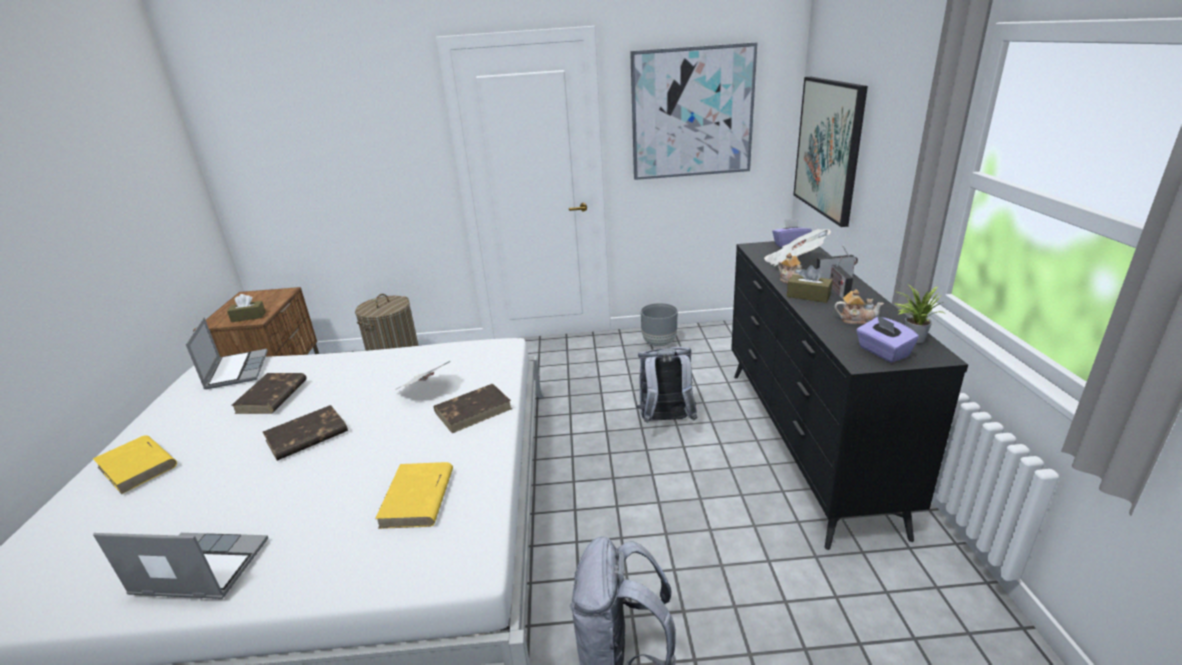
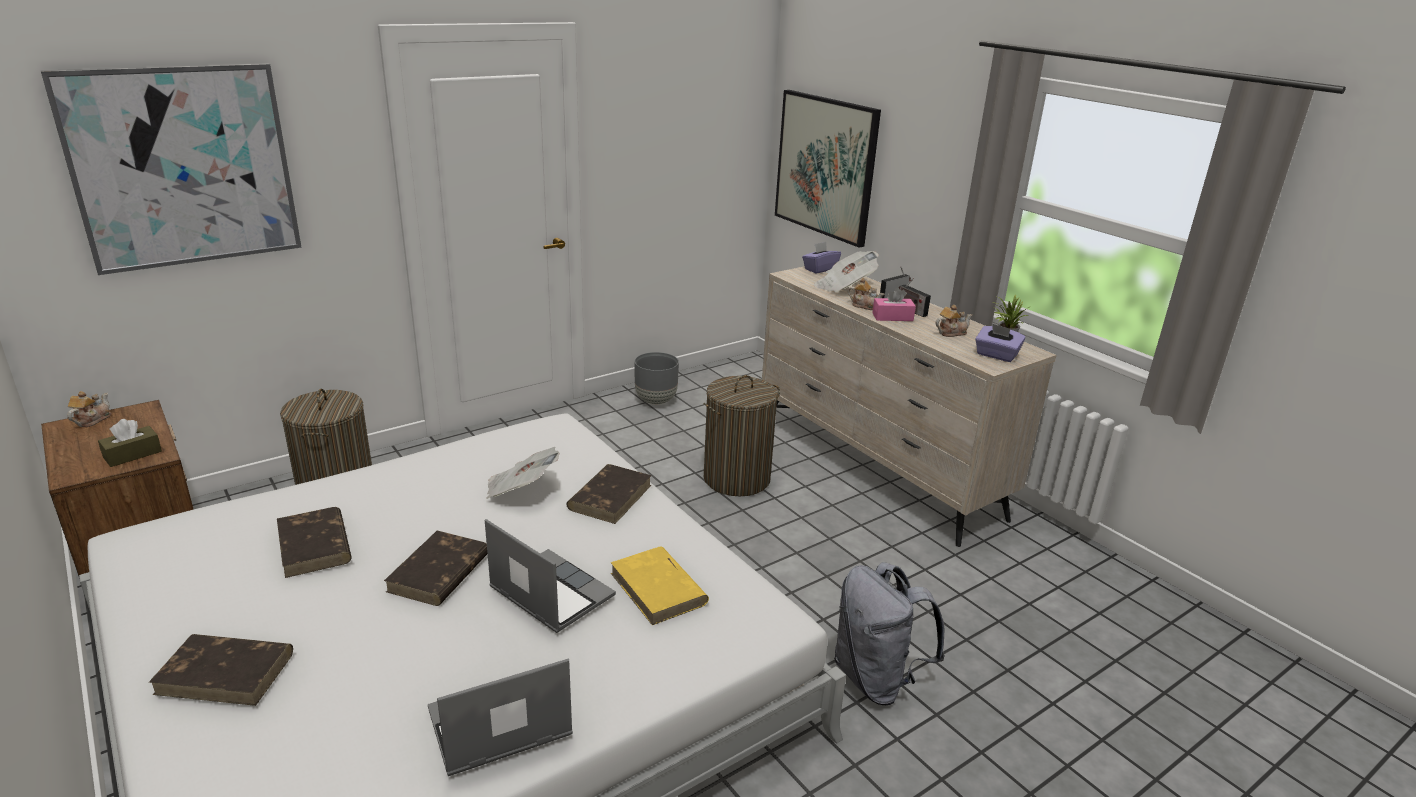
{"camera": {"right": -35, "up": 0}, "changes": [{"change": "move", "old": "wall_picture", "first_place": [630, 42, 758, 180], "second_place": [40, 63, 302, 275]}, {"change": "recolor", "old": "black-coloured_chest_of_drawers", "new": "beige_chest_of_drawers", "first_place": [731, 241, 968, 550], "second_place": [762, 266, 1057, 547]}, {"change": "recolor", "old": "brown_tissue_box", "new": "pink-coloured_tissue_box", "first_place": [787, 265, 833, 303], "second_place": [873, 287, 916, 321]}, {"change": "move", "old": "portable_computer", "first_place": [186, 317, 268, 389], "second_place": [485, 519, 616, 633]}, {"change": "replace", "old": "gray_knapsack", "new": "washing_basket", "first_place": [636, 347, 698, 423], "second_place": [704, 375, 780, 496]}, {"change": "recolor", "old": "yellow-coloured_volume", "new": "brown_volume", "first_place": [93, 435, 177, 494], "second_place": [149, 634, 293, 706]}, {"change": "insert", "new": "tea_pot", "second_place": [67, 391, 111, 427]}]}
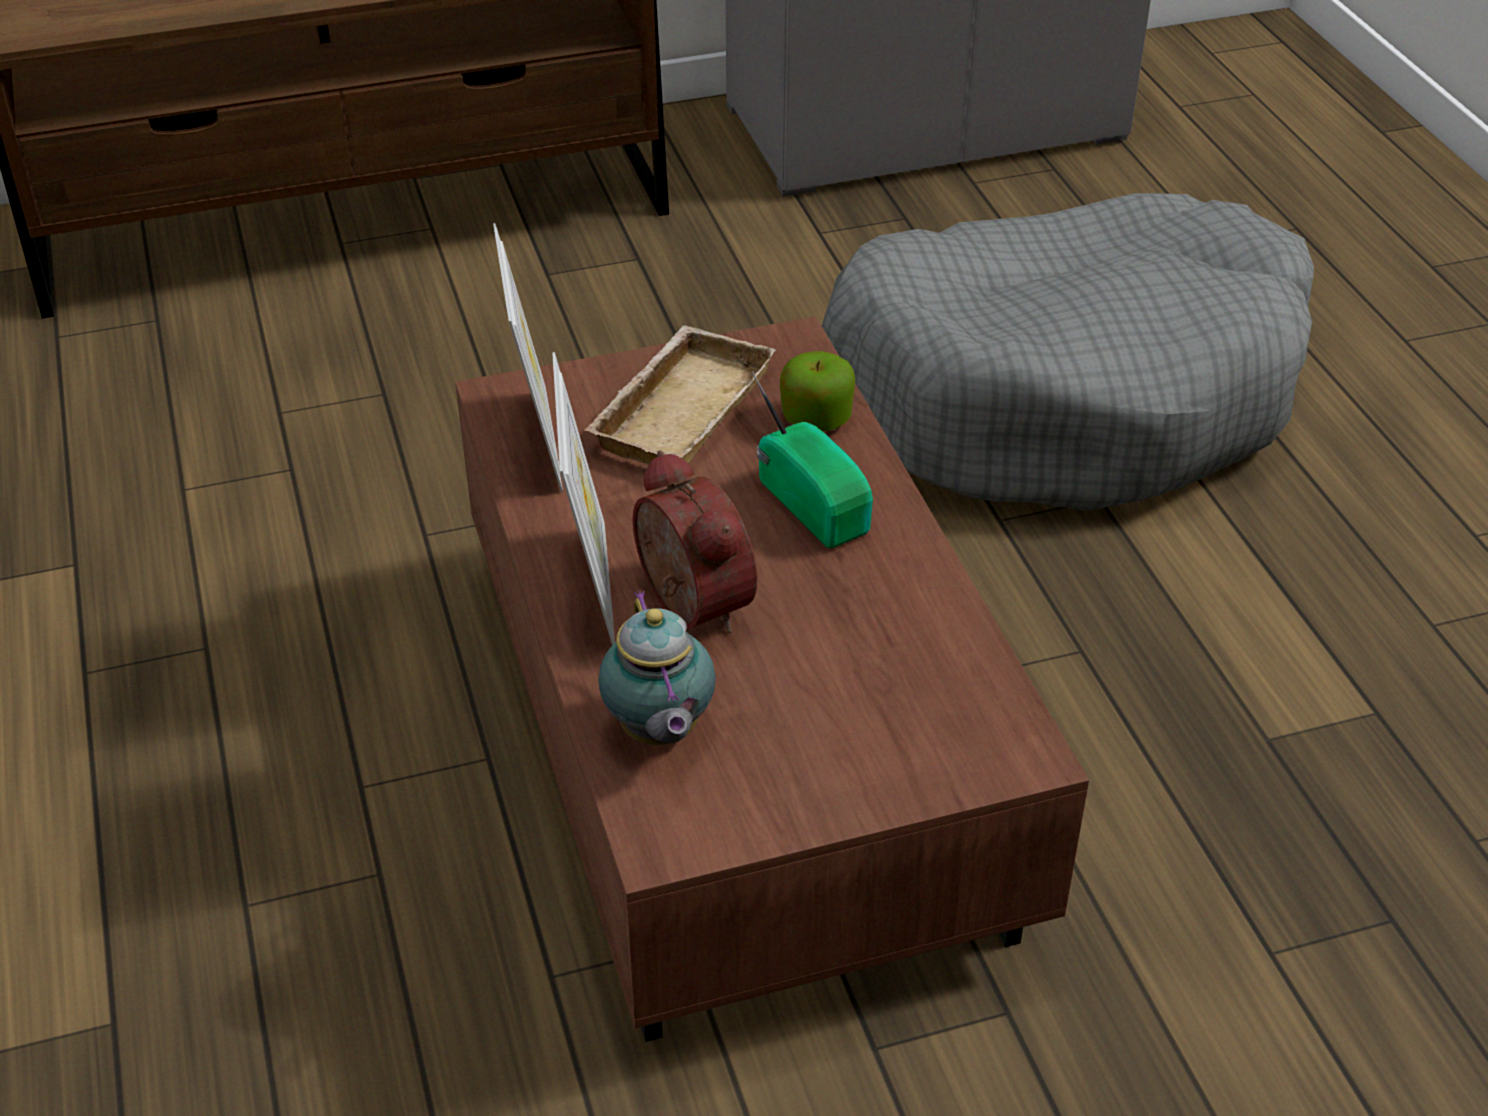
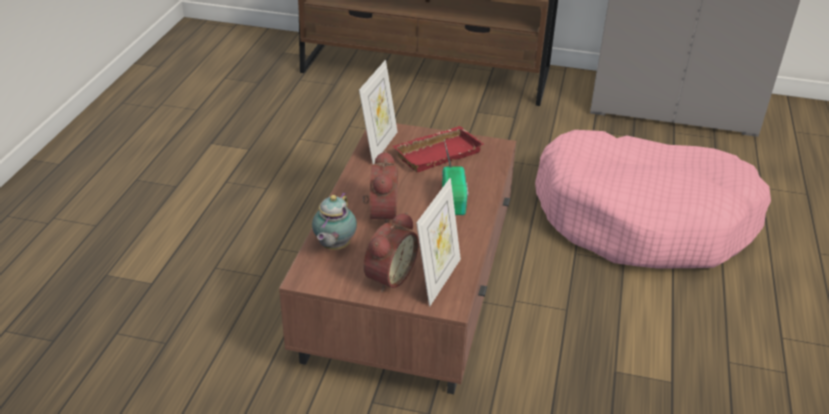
{"camera": {"right": 30, "up": -5}, "changes": [{"change": "recolor", "old": "gray_dog_bed", "new": "pink-coloured_dog_bed", "first_place": [822, 193, 1314, 511], "second_place": [535, 130, 771, 269]}, {"change": "recolor", "old": "beige_carrying_tray", "new": "red-coloured_carrying_tray", "first_place": [584, 325, 776, 464], "second_place": [393, 126, 484, 172]}, {"change": "delete", "old": "apple_fruit", "first_place": [780, 351, 855, 431]}, {"change": "move", "old": "picture_frame", "first_place": [552, 352, 615, 645], "second_place": [416, 178, 461, 306]}, {"change": "insert", "new": "alarm_clock", "second_place": [364, 212, 419, 293]}]}
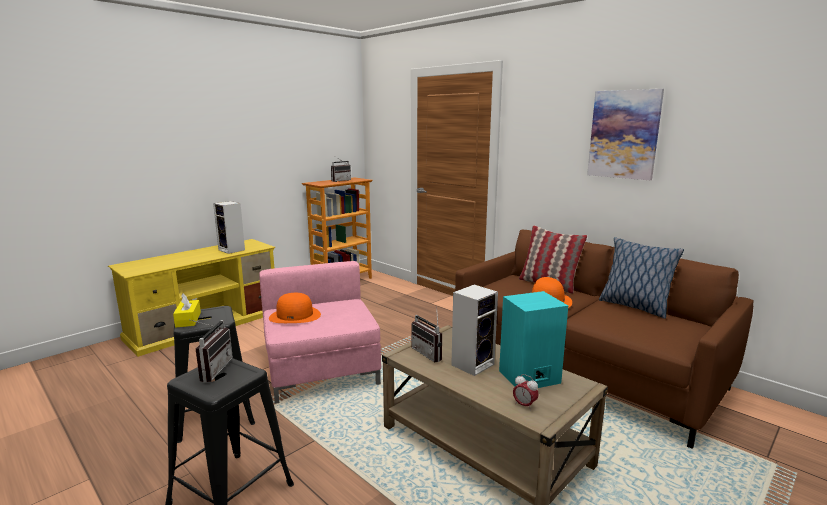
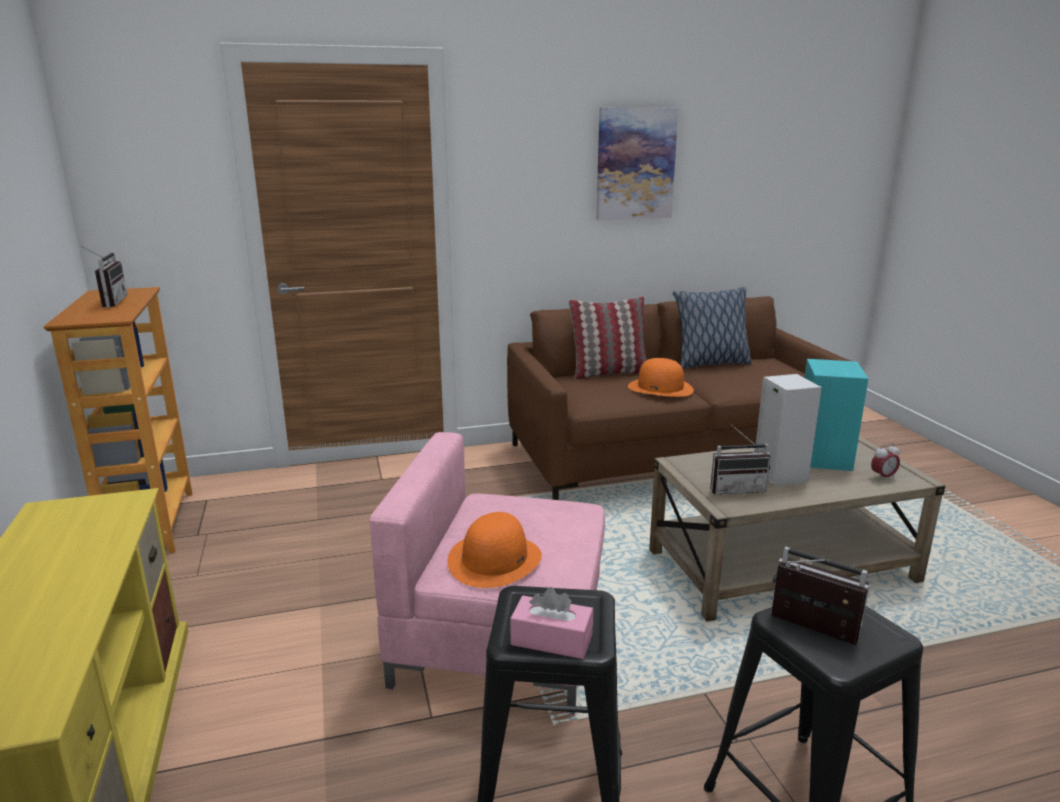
{"camera": {"right": -60, "up": 5}, "changes": [{"change": "delete", "old": "audio_speaker", "first_place": [213, 201, 245, 254]}, {"change": "recolor", "old": "yellow-coloured_tissue_box", "new": "pink-coloured_tissue_box", "first_place": [173, 293, 201, 328], "second_place": [510, 587, 593, 659]}]}
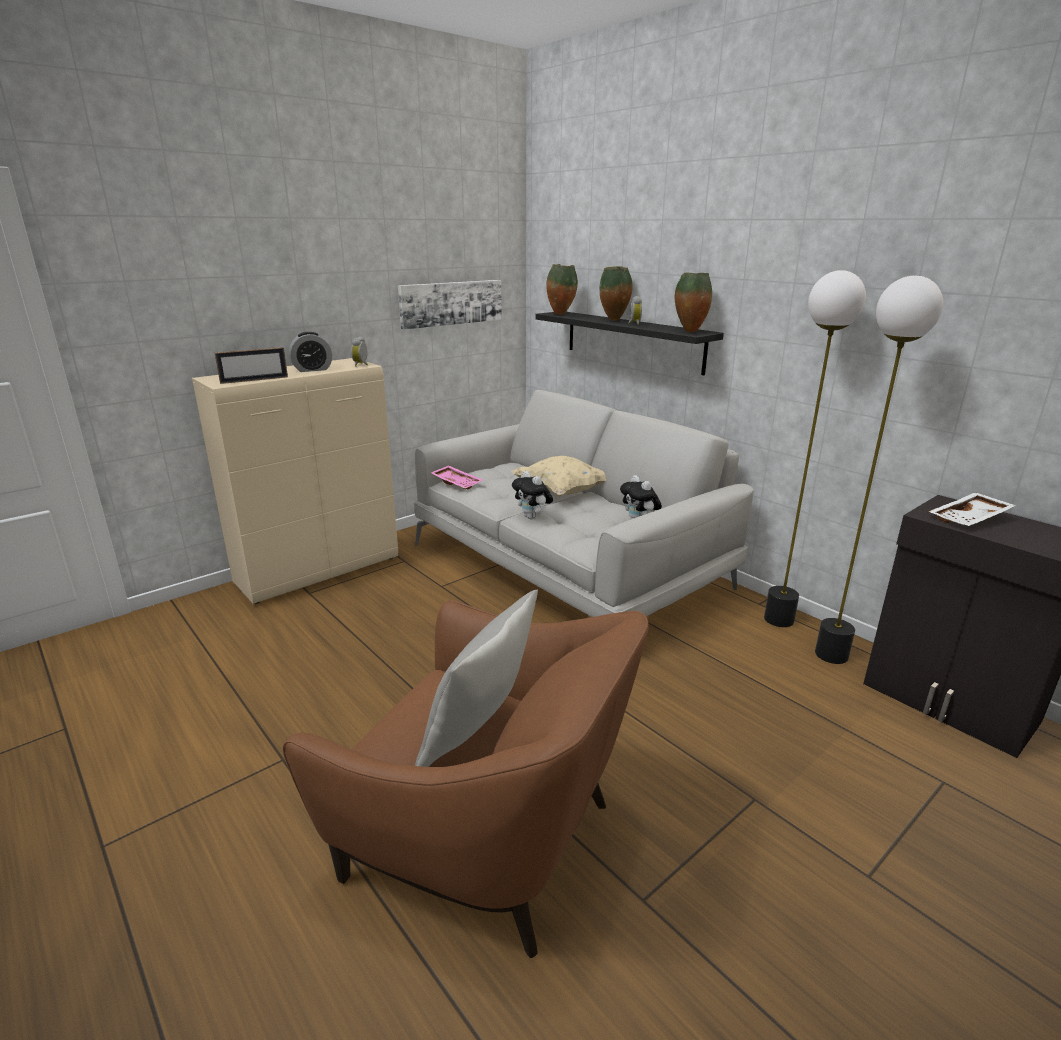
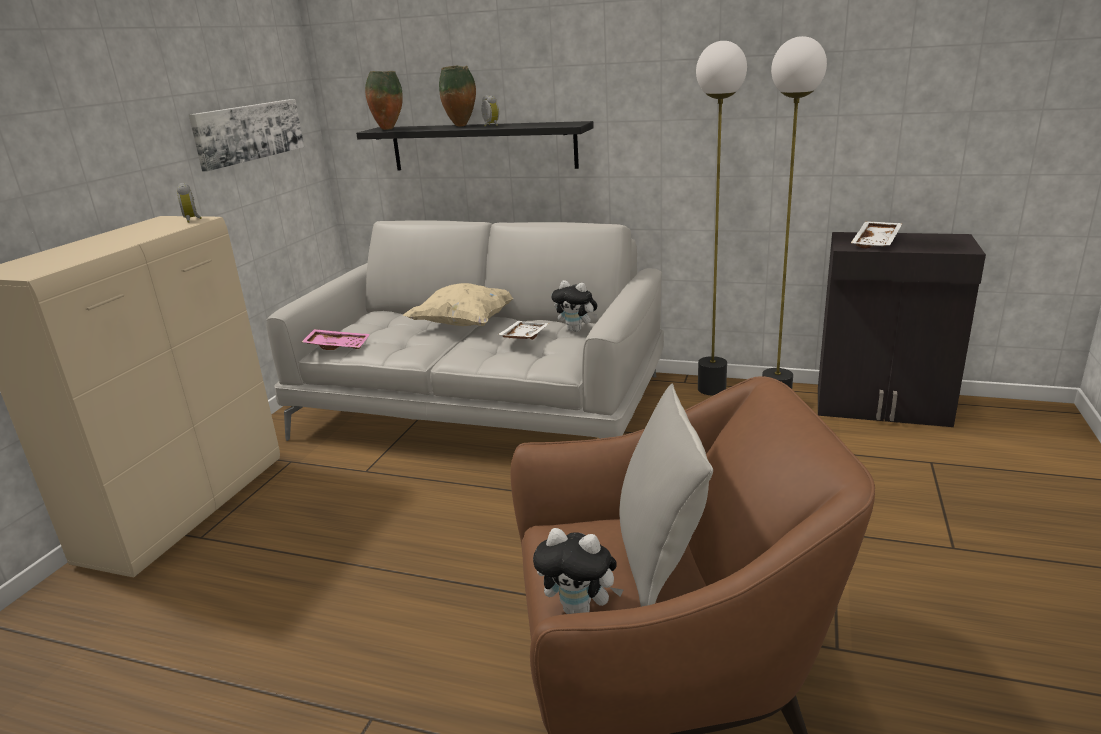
{"camera": {"right": -30, "up": 0}, "changes": [{"change": "delete", "old": "decorative_vase", "first_place": [675, 273, 712, 332]}, {"change": "delete", "old": "alarm_clock", "first_place": [289, 332, 332, 372]}, {"change": "delete", "old": "picture_frame", "first_place": [215, 347, 288, 384]}, {"change": "move", "old": "soft_toy", "first_place": [512, 471, 553, 519], "second_place": [533, 528, 623, 614]}, {"change": "insert", "new": "white-coloured_carrying_tray", "second_place": [497, 321, 550, 340]}]}
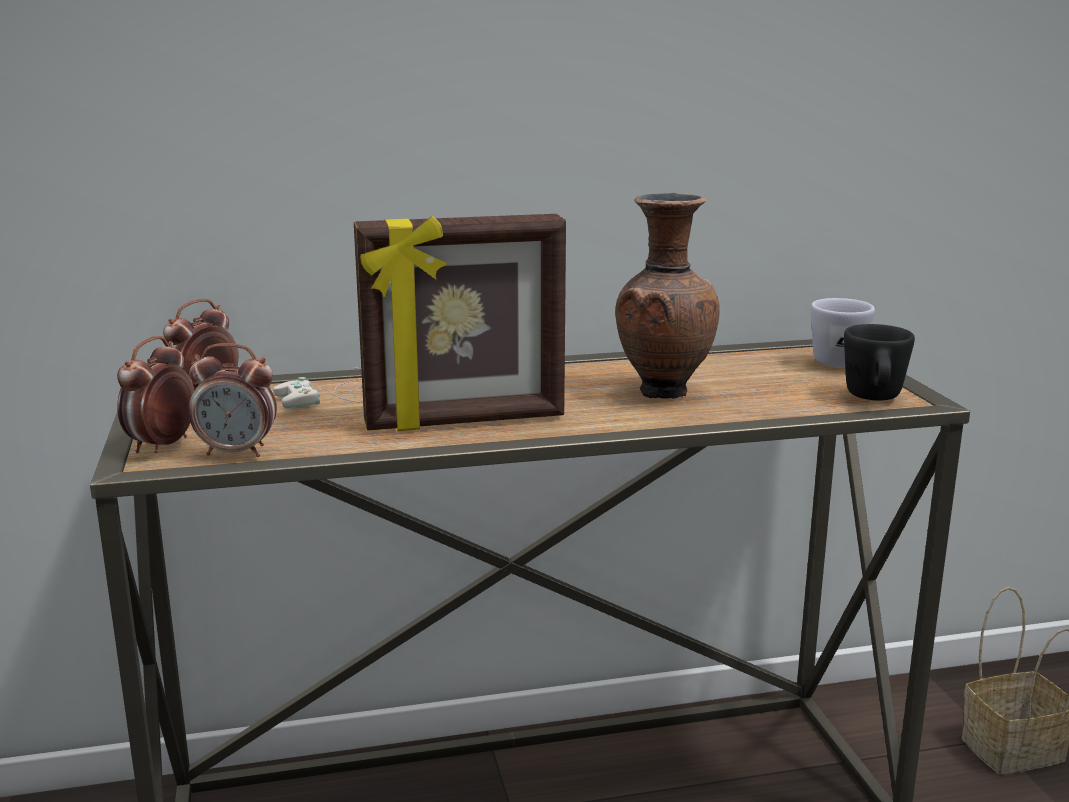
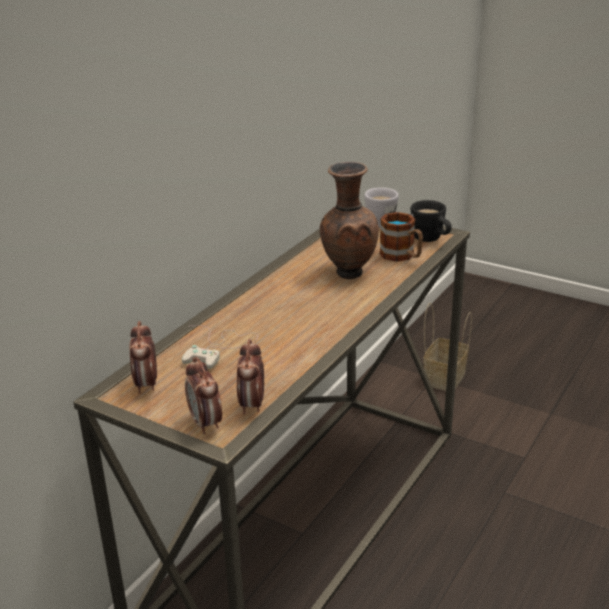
{"camera": {"right": -45, "up": 10}, "changes": [{"change": "delete", "old": "picture_frame", "first_place": [354, 214, 566, 431]}, {"change": "rotate", "old": "alarm_clock", "first_place": [188, 343, 277, 457], "second_place": [237, 339, 264, 414], "degrees": 135}, {"change": "insert", "new": "coffee_mug", "second_place": [379, 212, 423, 262]}]}
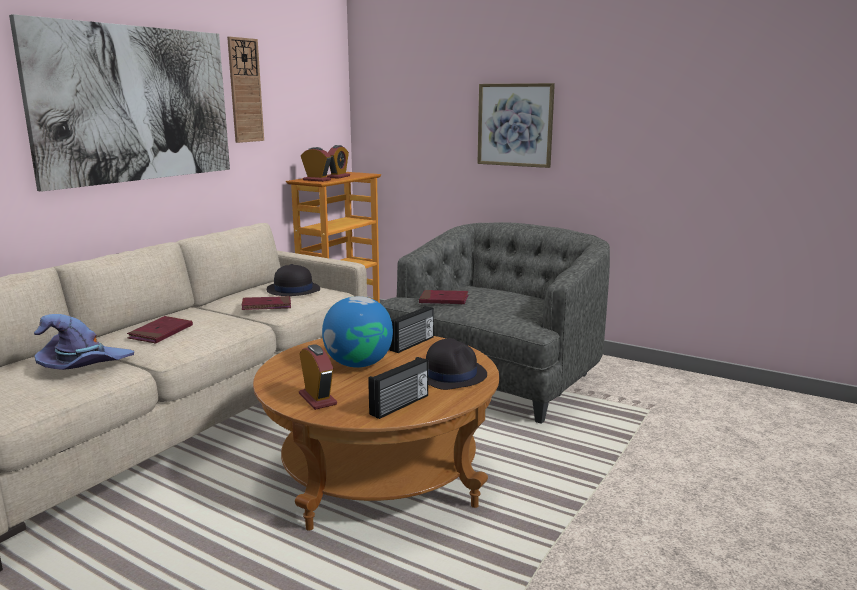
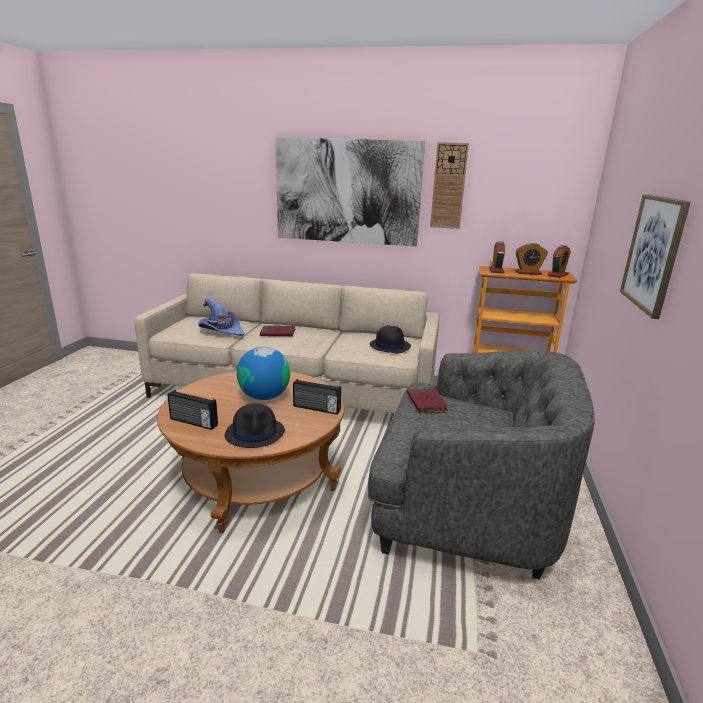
{"camera": {"right": 70, "up": 5}, "changes": [{"change": "delete", "old": "red-coloured_volume", "first_place": [242, 296, 291, 310]}, {"change": "move", "old": "alarm_clock", "first_place": [299, 344, 337, 410], "second_place": [548, 245, 571, 278]}]}
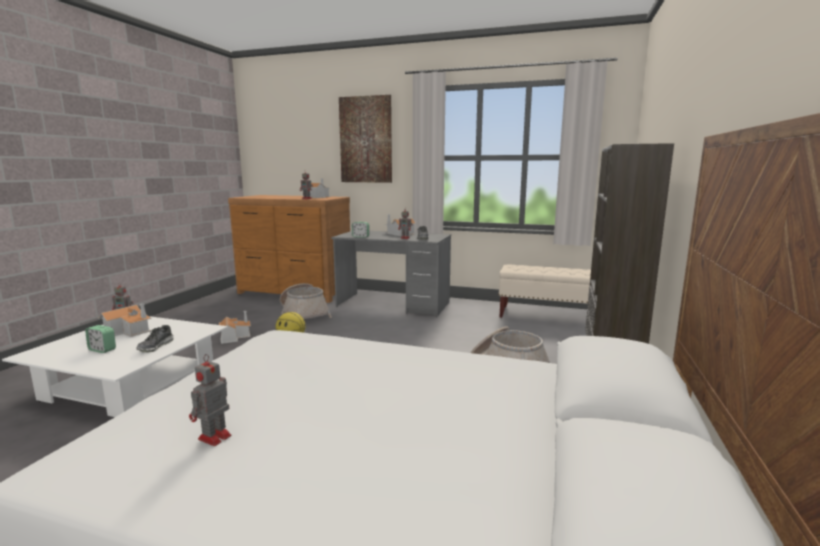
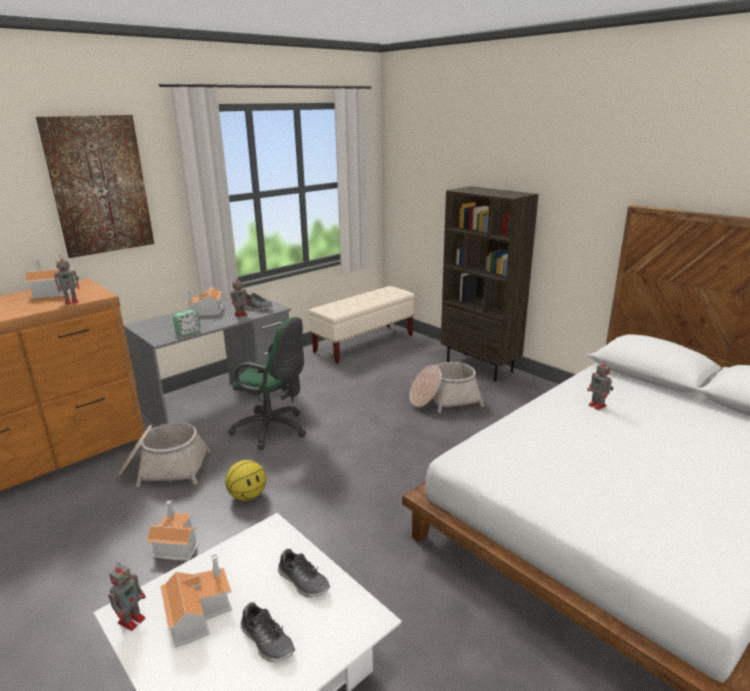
{"camera": {"right": -60, "up": 10}, "changes": [{"change": "replace", "old": "alarm_clock", "new": "item_of_footwear", "first_place": [85, 325, 116, 353], "second_place": [240, 602, 295, 662]}, {"change": "move", "old": "model_robot", "first_place": [189, 354, 231, 446], "second_place": [587, 362, 613, 410]}, {"change": "insert", "new": "greenish_office_chair", "second_place": [229, 317, 306, 450]}]}
